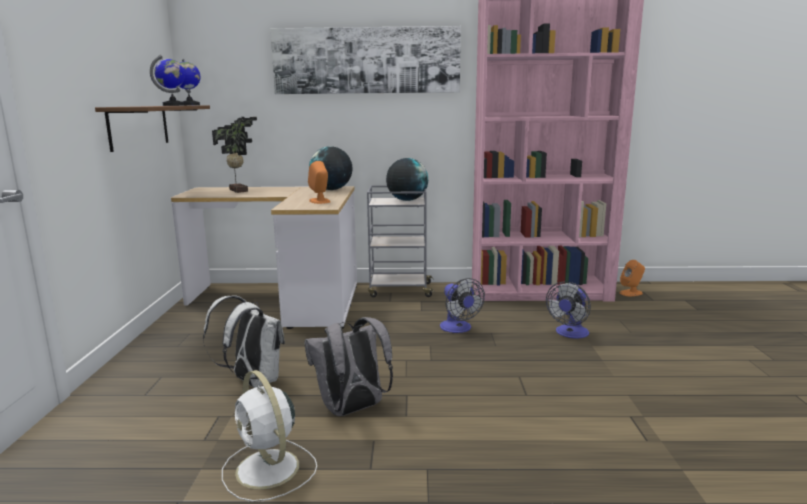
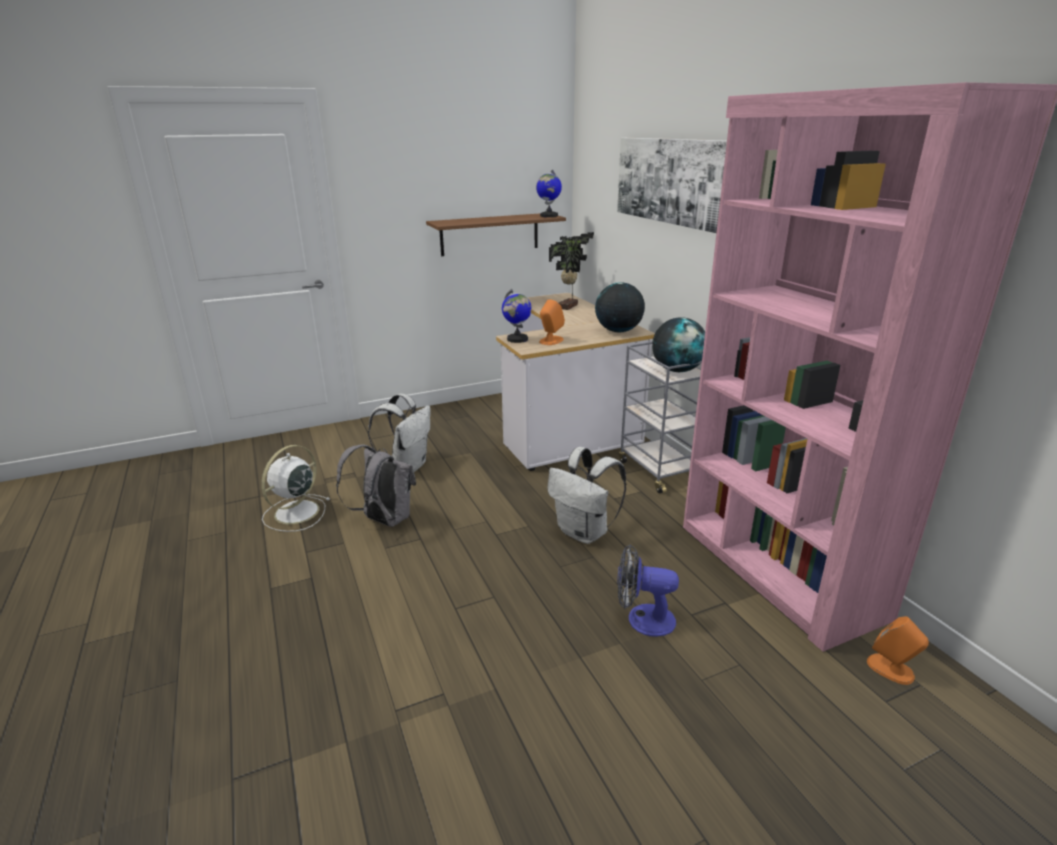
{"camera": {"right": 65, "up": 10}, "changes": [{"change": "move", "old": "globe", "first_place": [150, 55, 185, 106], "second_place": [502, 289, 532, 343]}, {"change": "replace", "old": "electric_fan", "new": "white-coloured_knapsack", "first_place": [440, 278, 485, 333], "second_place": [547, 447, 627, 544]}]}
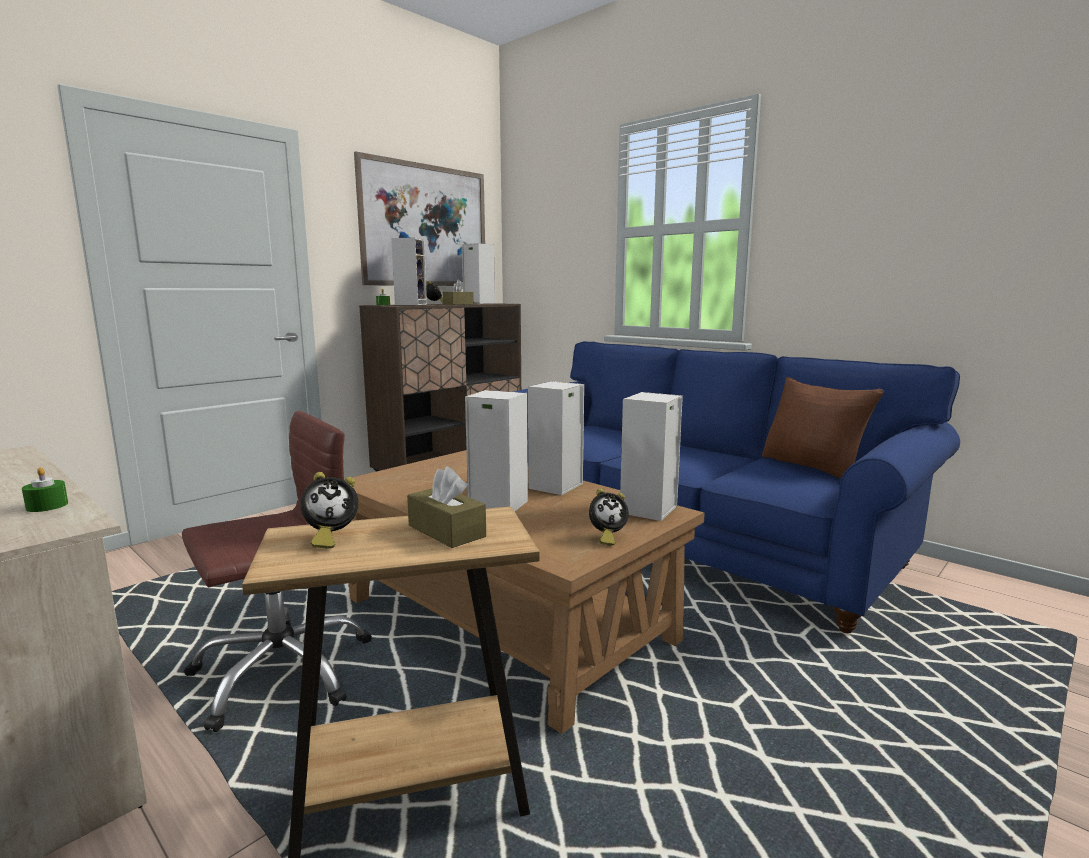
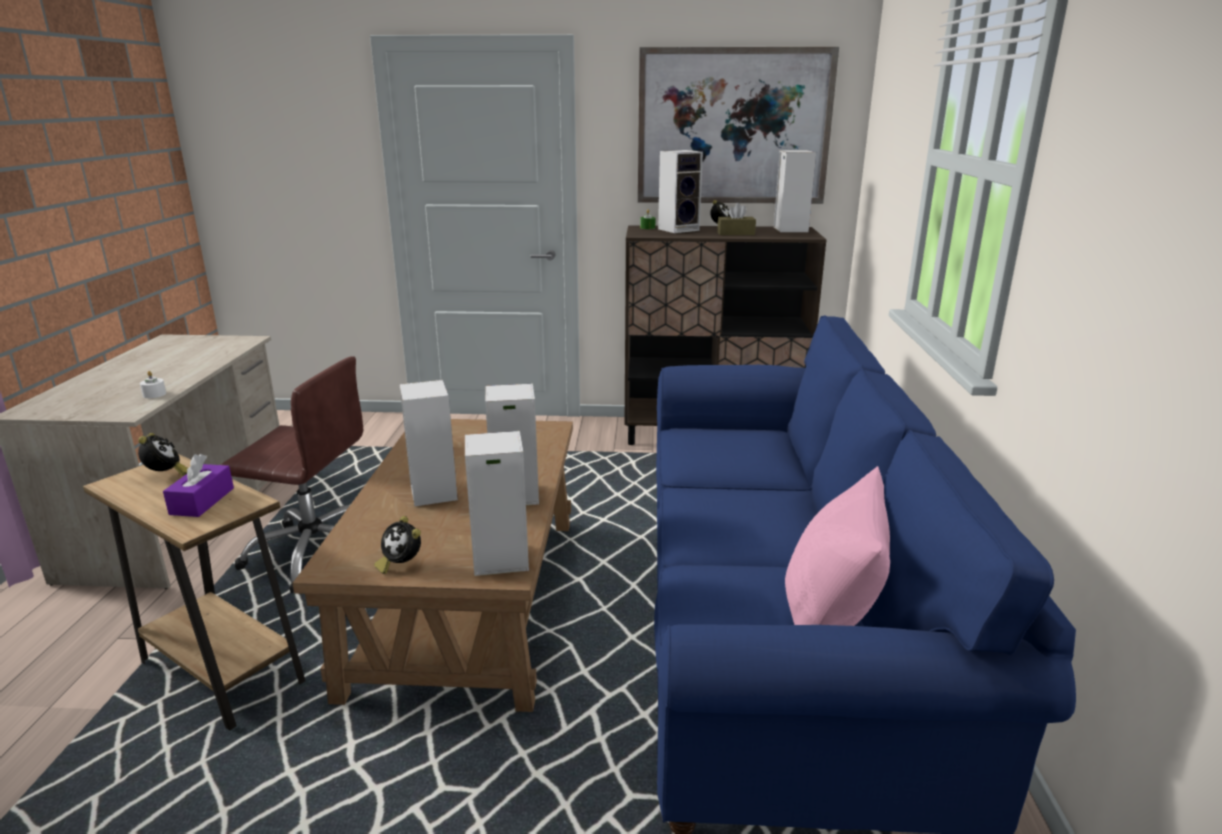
{"camera": {"right": 50, "up": 10}, "changes": [{"change": "recolor", "old": "brown_throw_pillow", "new": "pink-coloured_throw_pillow", "first_place": [762, 377, 884, 479], "second_place": [785, 466, 890, 626]}, {"change": "recolor", "old": "brown_tissue_box", "new": "purple_tissue_box", "first_place": [407, 466, 486, 548], "second_place": [163, 454, 234, 517]}, {"change": "recolor", "old": "greenish_wax_light", "new": "white-coloured_wax_light", "first_place": [22, 467, 68, 512], "second_place": [140, 371, 166, 398]}, {"change": "rotate", "old": "alarm_clock", "first_place": [300, 472, 358, 549], "second_place": [138, 433, 188, 476], "degrees": -135}]}
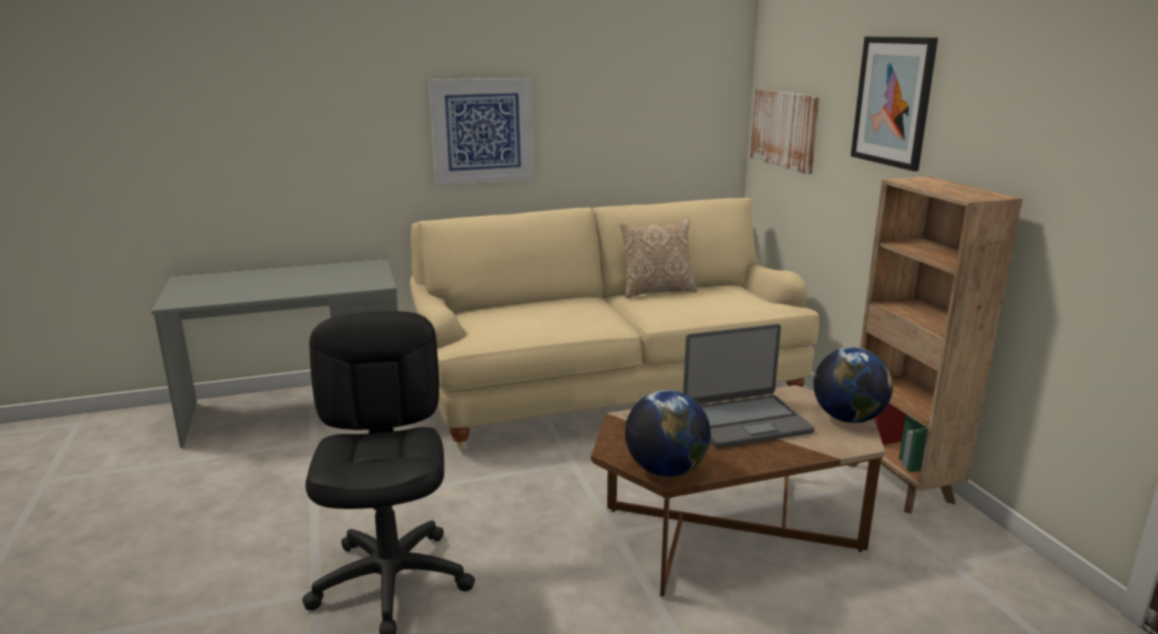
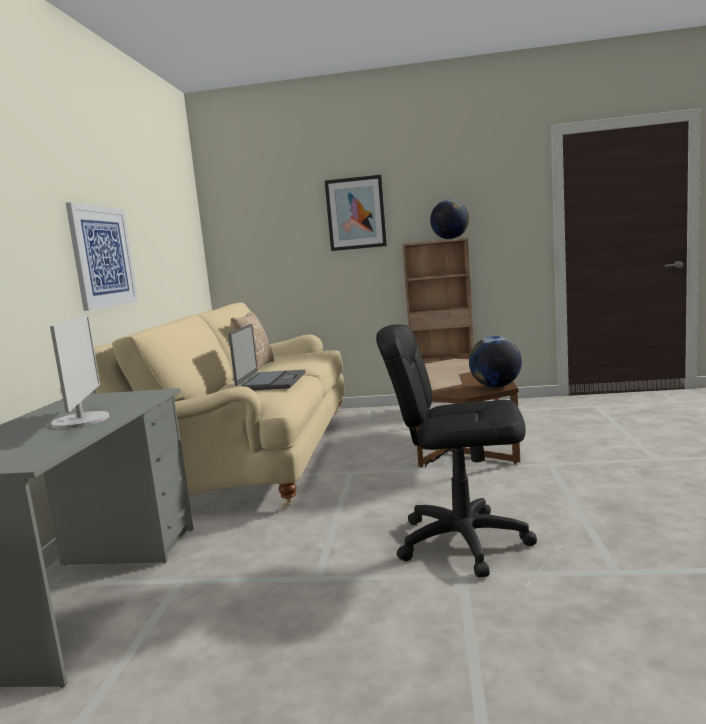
{"camera": {"right": -65, "up": -10}, "changes": [{"change": "delete", "old": "wall_picture", "first_place": [750, 89, 820, 174]}, {"change": "move", "old": "portable_computer", "first_place": [683, 324, 815, 448], "second_place": [229, 324, 305, 390]}, {"change": "move", "old": "globe", "first_place": [814, 347, 893, 423], "second_place": [430, 200, 469, 239]}, {"change": "insert", "new": "computer_screen", "second_place": [50, 315, 109, 429]}]}
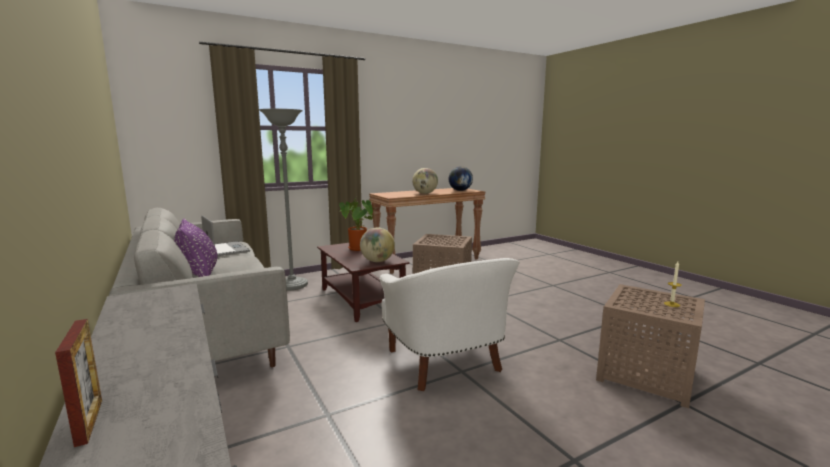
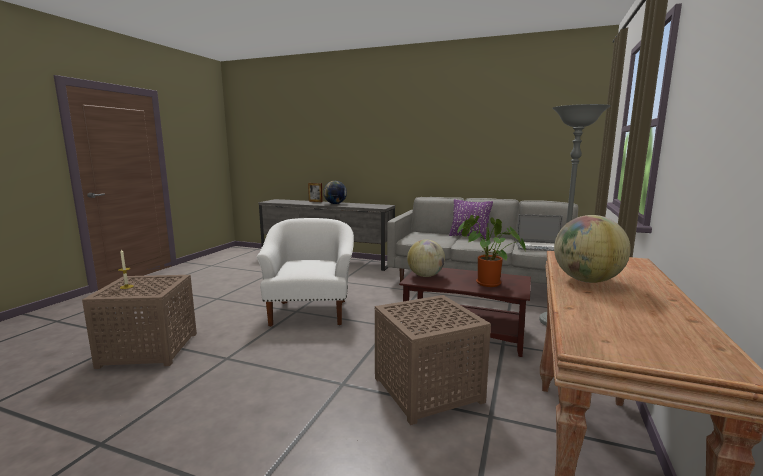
{"camera": {"right": 140, "up": 0}, "changes": [{"change": "move", "old": "globe", "first_place": [449, 166, 473, 191], "second_place": [323, 181, 347, 204]}, {"change": "rotate", "old": "white-coloured_lounge_chair", "first_place": [379, 258, 520, 391], "second_place": [257, 218, 354, 326], "degrees": 60}]}
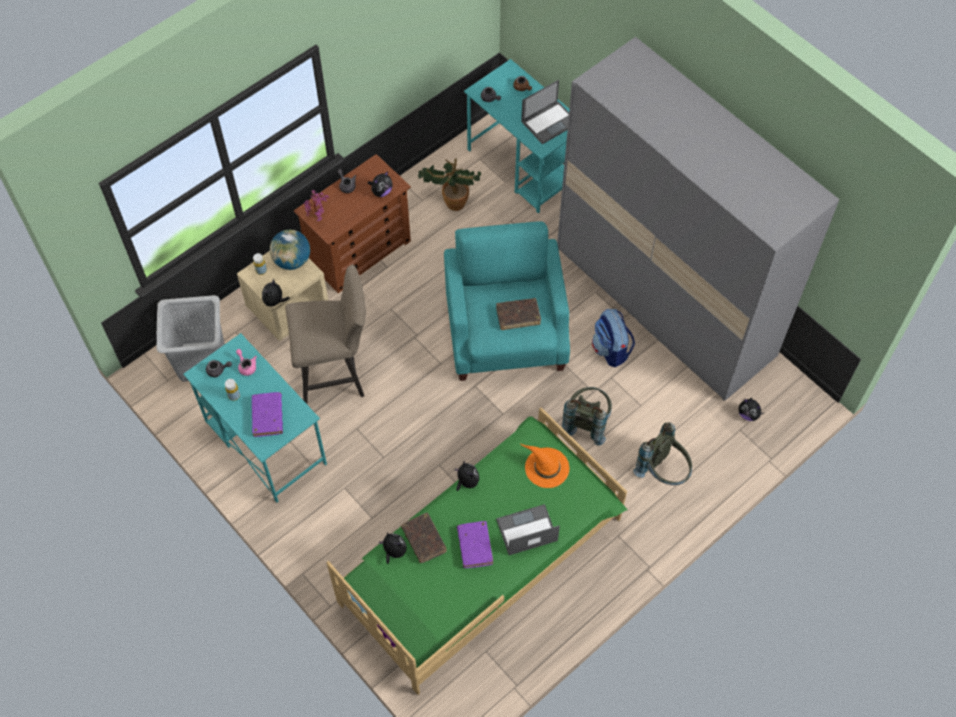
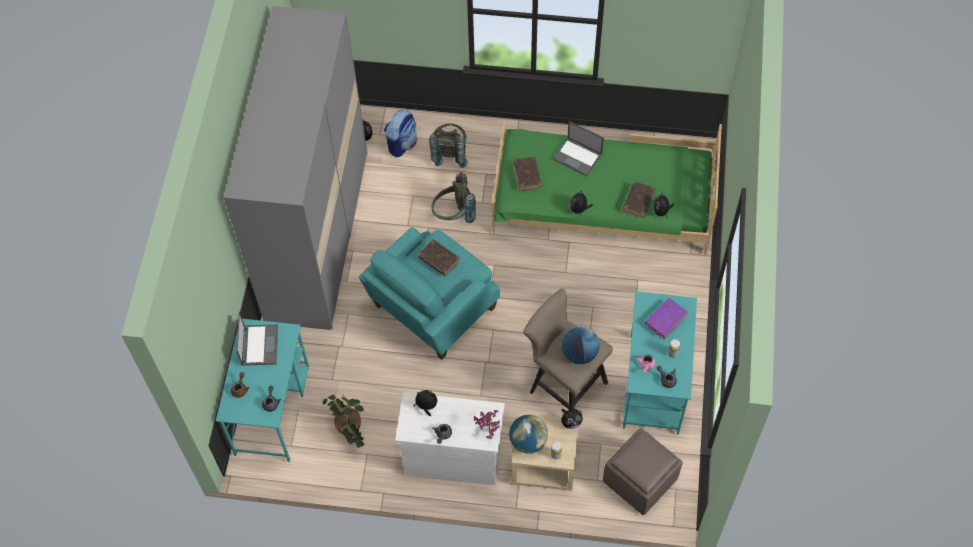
{"camera": {"right": -130, "up": 0}, "changes": [{"change": "rotate", "old": "portable_computer", "first_place": [521, 80, 569, 144], "second_place": [236, 311, 278, 366], "degrees": 75}, {"change": "recolor", "old": "brown_chest_of_drawers", "new": "white-coloured_chest_of_drawers", "first_place": [294, 154, 411, 293], "second_place": [395, 392, 505, 485]}, {"change": "replace", "old": "gray_washing_basket", "new": "brown_ottoman", "first_place": [156, 295, 225, 382], "second_place": [603, 427, 683, 515]}, {"change": "move", "old": "knapsack", "first_place": [592, 309, 635, 367], "second_place": [384, 109, 417, 157]}, {"change": "replace", "old": "orangey_wearable_hat", "new": "brown_volume", "first_place": [520, 443, 570, 488], "second_place": [513, 157, 542, 191]}, {"change": "delete", "old": "purple_volume", "first_place": [457, 521, 493, 568]}, {"change": "insert", "new": "globe", "second_place": [561, 326, 599, 364]}]}
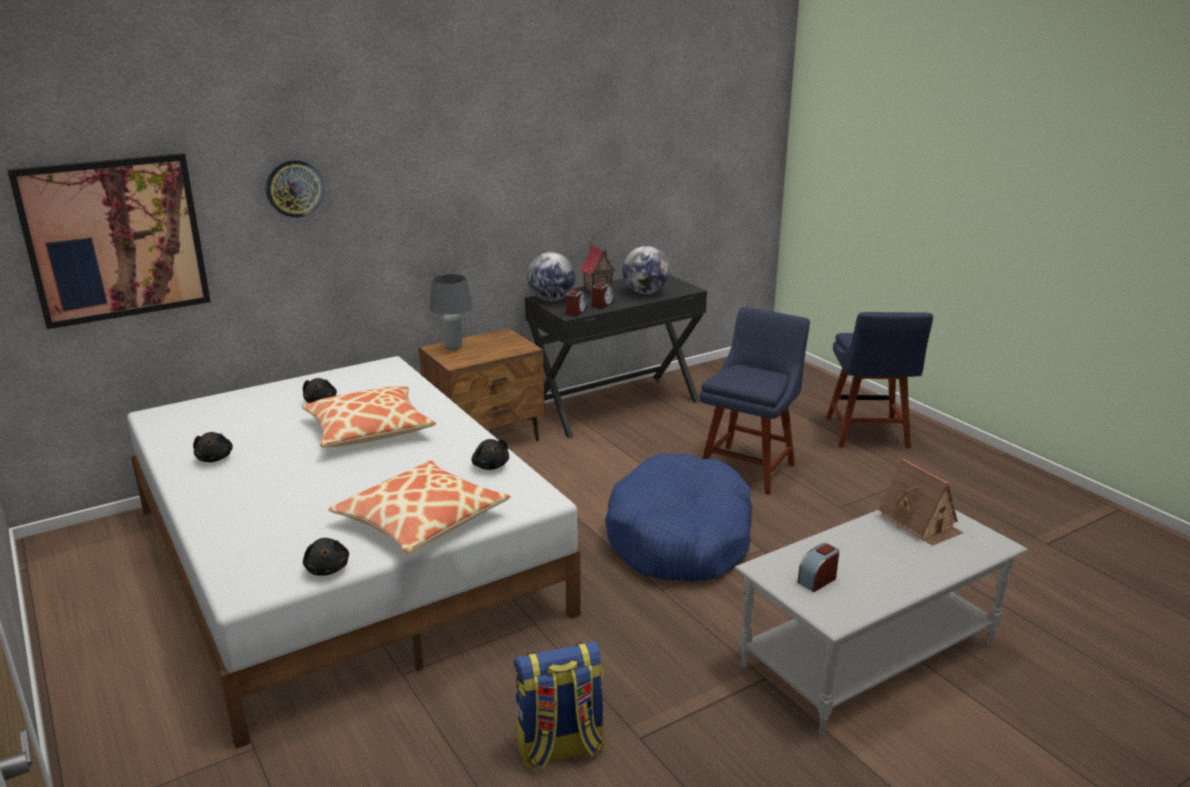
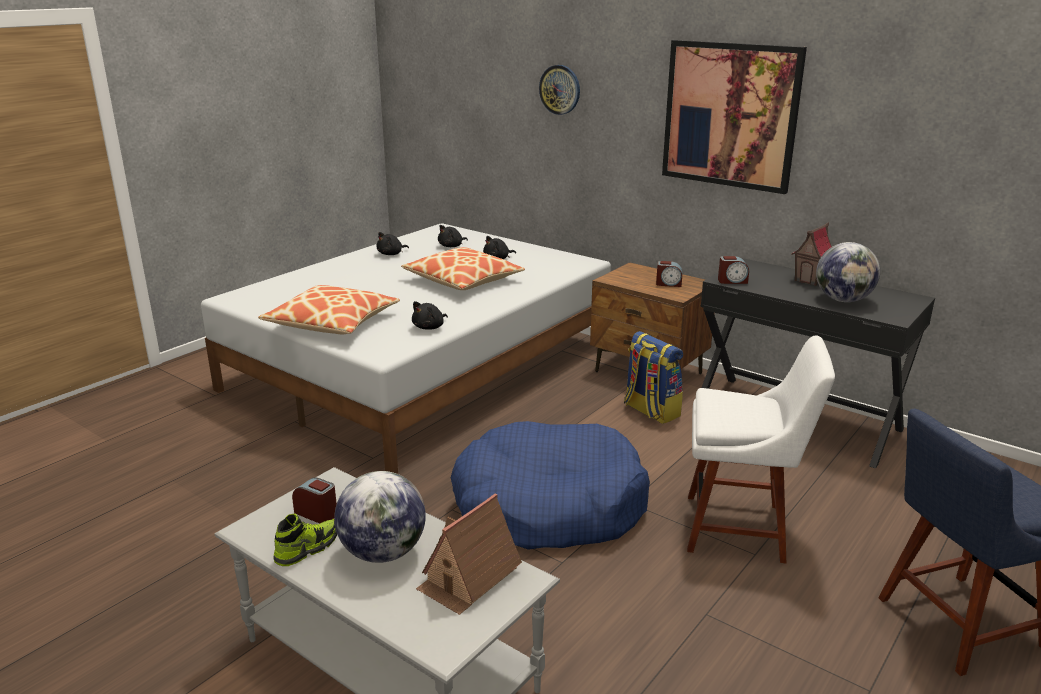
{"camera": {"right": 70, "up": 0}, "changes": [{"change": "move", "old": "wall_picture", "first_place": [7, 153, 211, 329], "second_place": [662, 40, 807, 194]}, {"change": "move", "old": "globe", "first_place": [527, 252, 576, 301], "second_place": [334, 471, 426, 563]}, {"change": "delete", "old": "gray_tabletop_lamp", "first_place": [429, 274, 473, 350]}, {"change": "move", "old": "alarm_clock", "first_place": [592, 283, 614, 309], "second_place": [656, 261, 682, 287]}, {"change": "recolor", "old": "blue-coloured_plain_chair", "new": "white-coloured_plain_chair", "first_place": [699, 307, 810, 495], "second_place": [687, 336, 835, 563]}, {"change": "move", "old": "black-coloured_soft_toy", "first_place": [303, 538, 349, 575], "second_place": [438, 225, 468, 247]}, {"change": "move", "old": "knapsack", "first_place": [514, 642, 605, 768], "second_place": [624, 331, 683, 424]}, {"change": "insert", "new": "item_of_footwear", "second_place": [273, 514, 337, 566]}]}
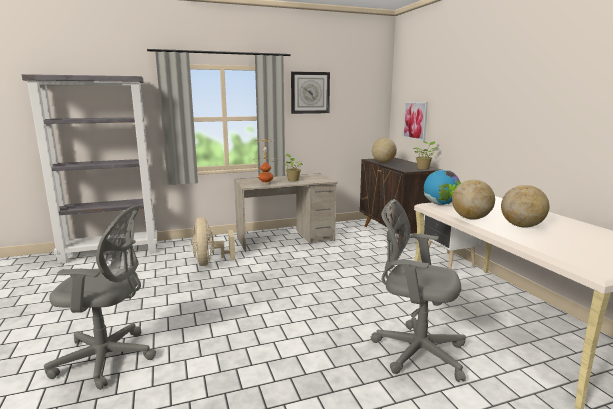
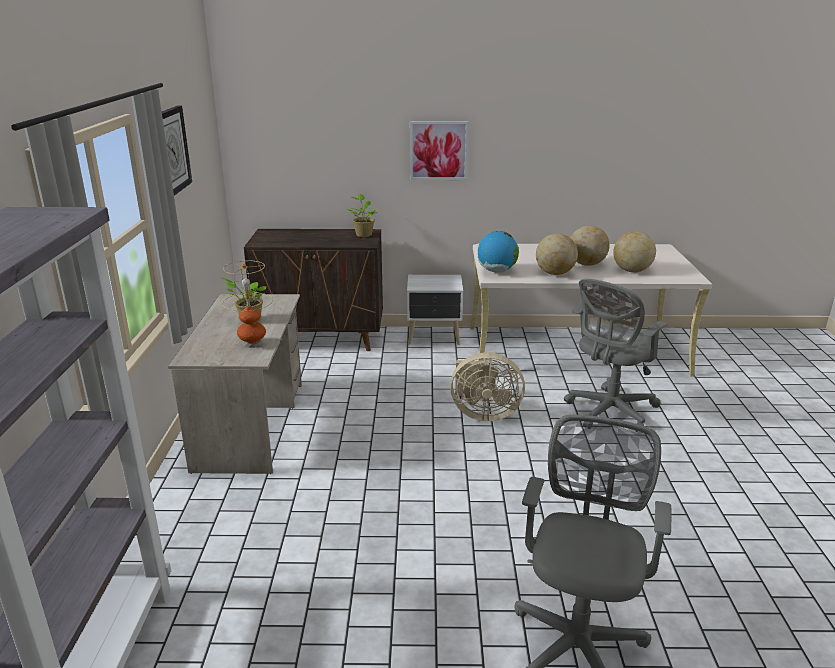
{"camera": {"right": -70, "up": 10}, "changes": [{"change": "move", "old": "wall_picture", "first_place": [402, 102, 428, 141], "second_place": [410, 121, 469, 180]}, {"change": "move", "old": "globe", "first_place": [372, 138, 397, 163], "second_place": [613, 231, 656, 273]}, {"change": "move", "old": "beige_electric_fan", "first_place": [191, 217, 236, 266], "second_place": [450, 352, 525, 421]}]}
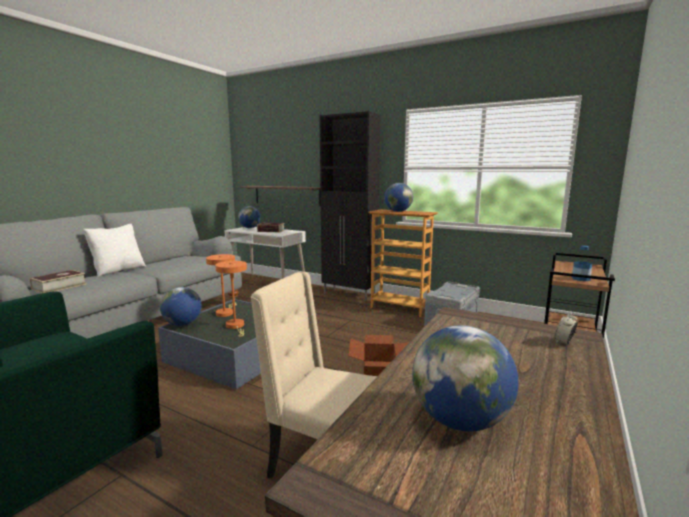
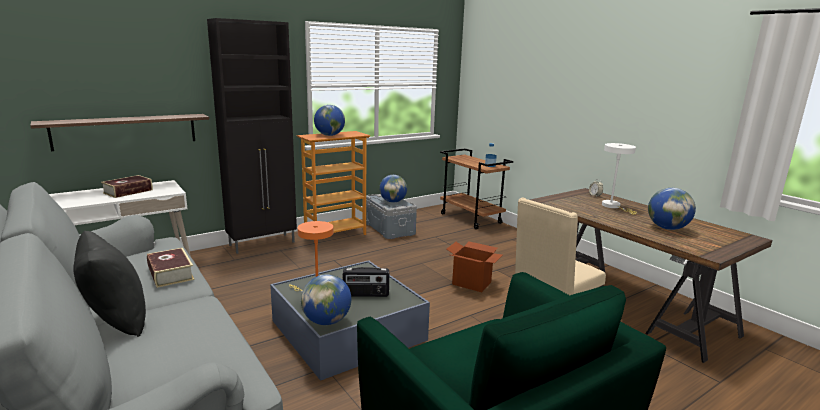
{"camera": {"right": -65, "up": 5}, "changes": [{"change": "move", "old": "globe", "first_place": [238, 206, 261, 228], "second_place": [379, 175, 407, 203]}, {"change": "recolor", "old": "white-coloured_throw_pillow", "new": "black-coloured_throw_pillow", "first_place": [83, 224, 146, 277], "second_place": [73, 231, 146, 337]}, {"change": "replace", "old": "orangey_tabletop_lamp", "new": "radio_receiver", "first_place": [215, 261, 247, 337], "second_place": [343, 267, 389, 297]}, {"change": "move", "old": "volume", "first_place": [30, 270, 87, 293], "second_place": [147, 248, 195, 288]}, {"change": "insert", "new": "white-coloured_tabletop_lamp", "second_place": [602, 143, 637, 215]}]}
